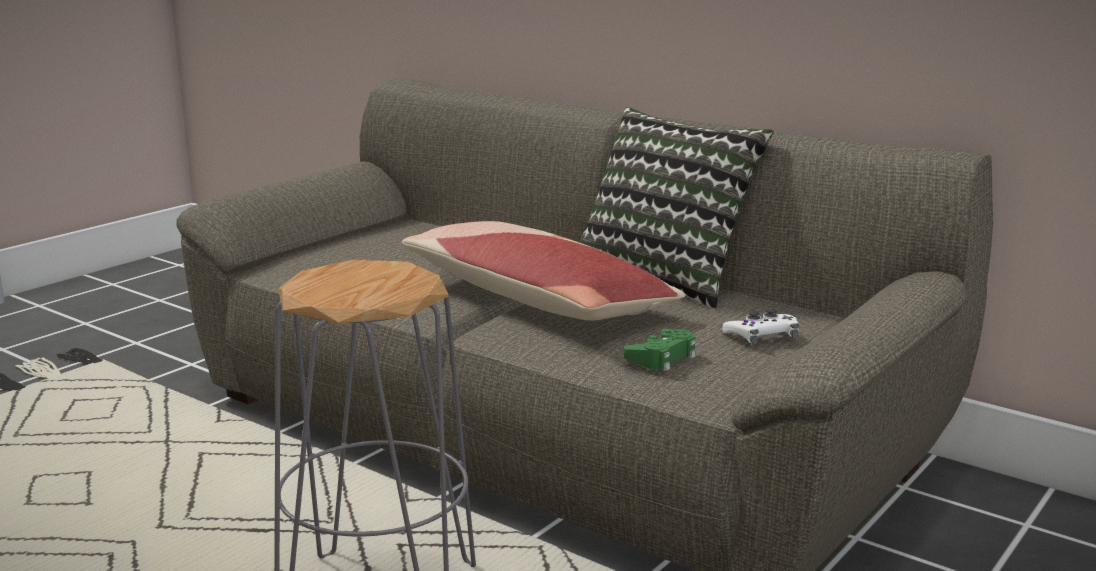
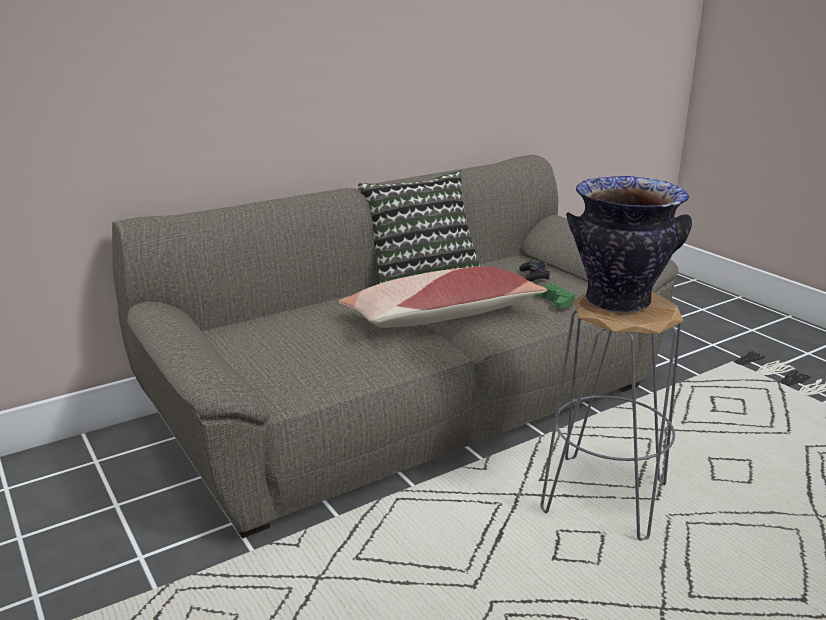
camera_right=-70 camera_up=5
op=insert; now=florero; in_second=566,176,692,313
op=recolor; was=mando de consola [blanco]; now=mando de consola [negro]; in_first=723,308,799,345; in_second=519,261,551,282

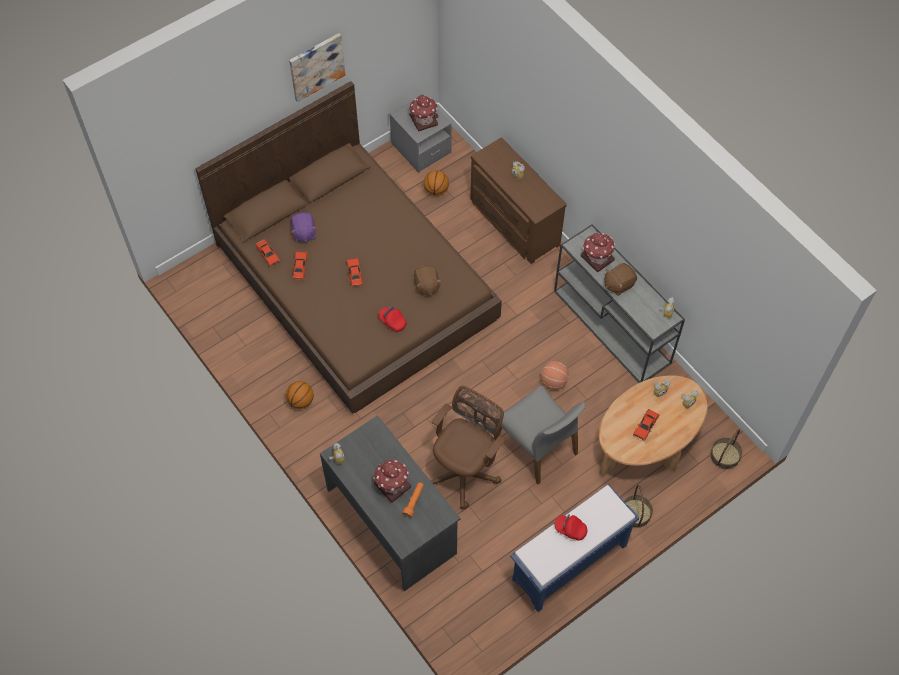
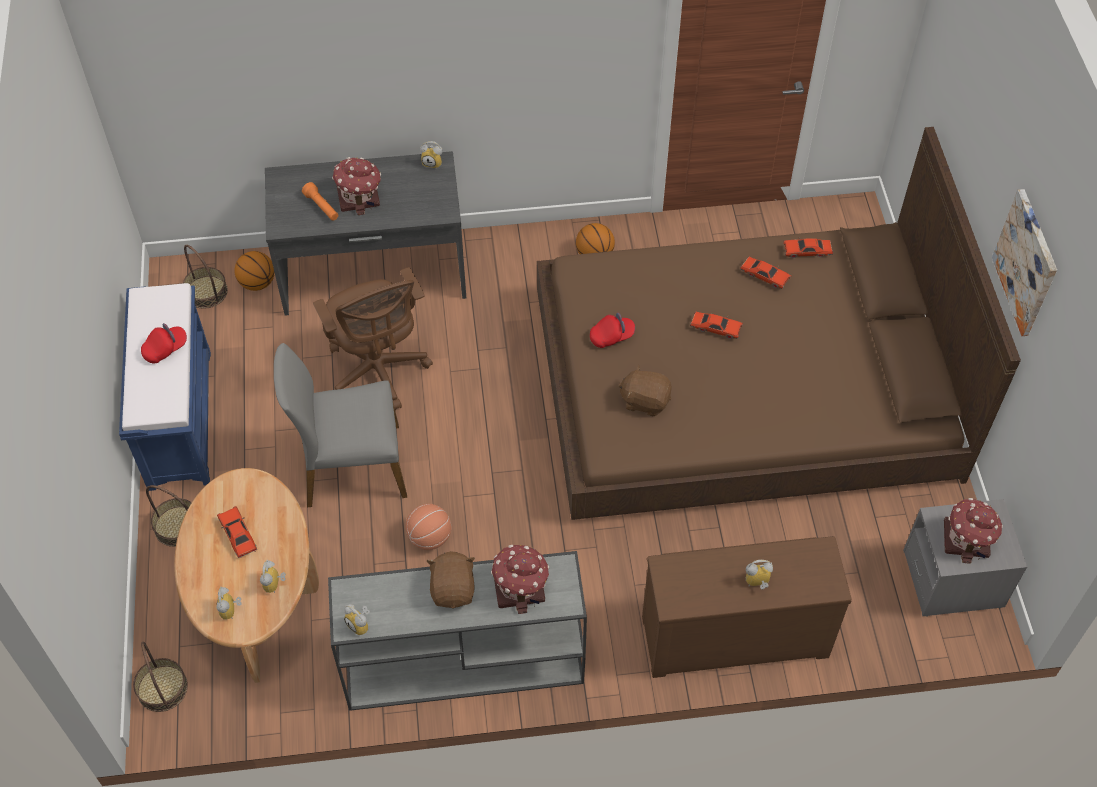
camera_right=120 camera_up=-5
op=delete; was=peluche [morado]; in_first=291,212,316,242
op=insert; now=cesta; in_second=183,245,228,309
op=move; was=balón de baloncesto; in_first=424,170,449,196; in_second=234,251,275,291

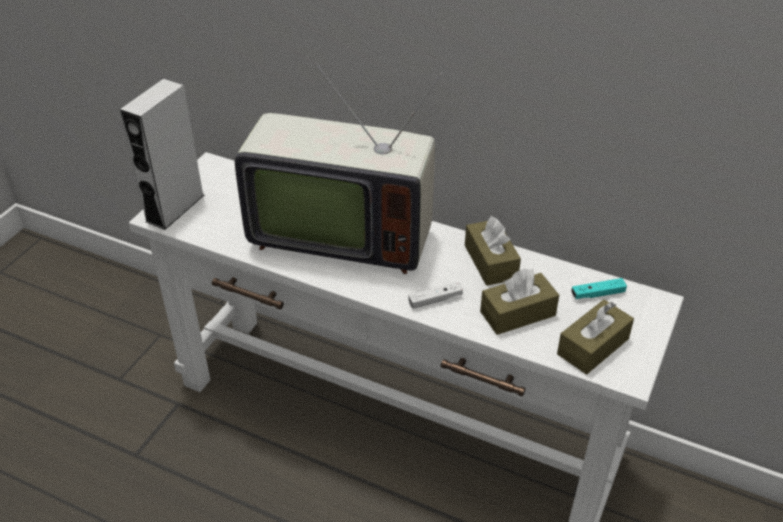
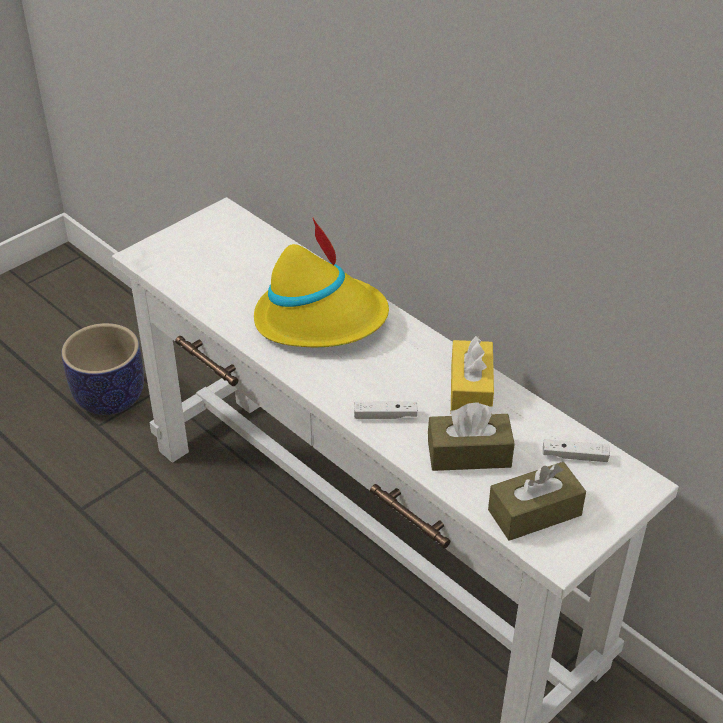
camera_right=20 camera_up=0
op=delete; was=altavoz [gris]; in_first=120,79,204,230
op=insert; now=maceta; in_second=61,323,144,415
op=replace; was=televisor; now=sombrero [amarillo]; in_first=235,63,442,274; in_second=254,217,389,347
op=recolor; was=caja de pañuelos [marrón]; now=caja de pañuelos [amarillo]; in_first=465,216,521,286; in_second=451,336,494,411
op=recolor; was=mando de consola [turquesa]; now=mando de consola [blanco]; in_first=571,278,627,299; in_second=543,439,610,462

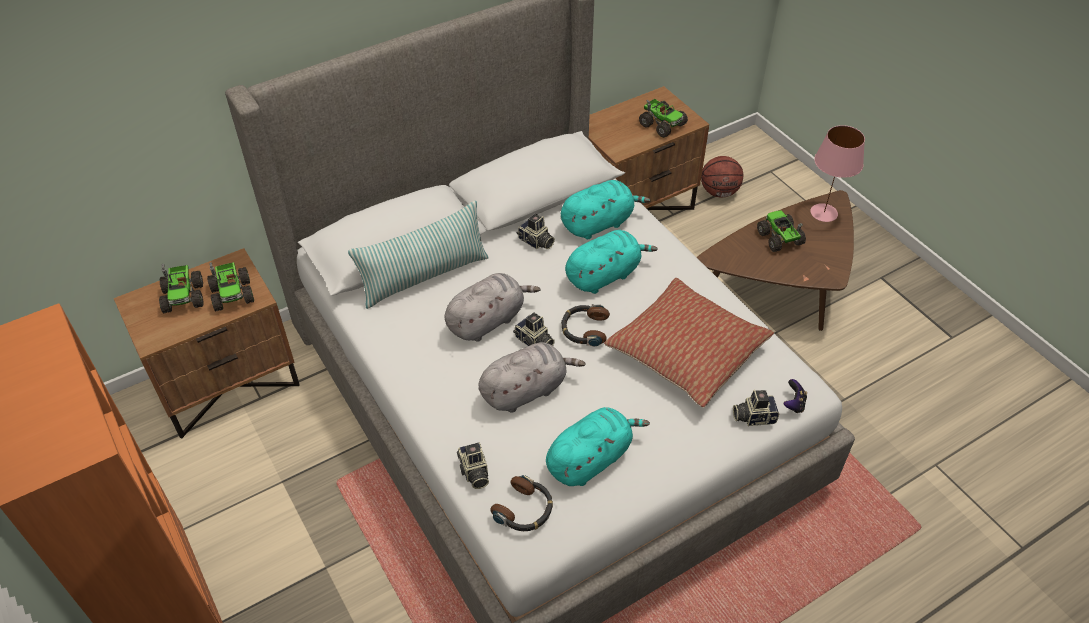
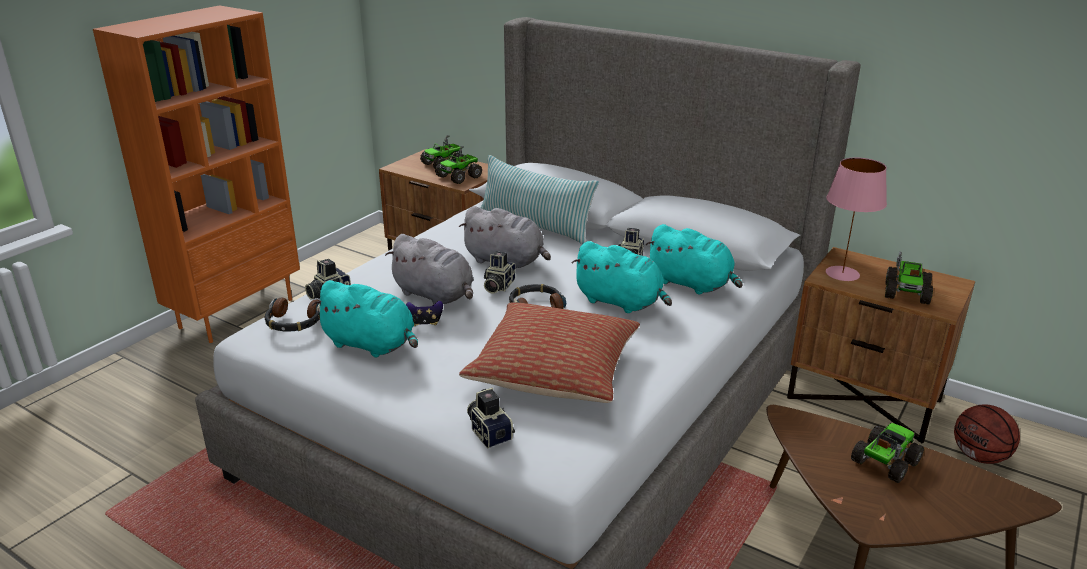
camera_right=65 camera_up=-20
op=move; was=mando de consola; in_first=784,379,807,413; in_second=406,300,443,326
op=move; was=lámpara de mesa [rosa]; in_first=810,125,865,222; in_second=826,158,887,281

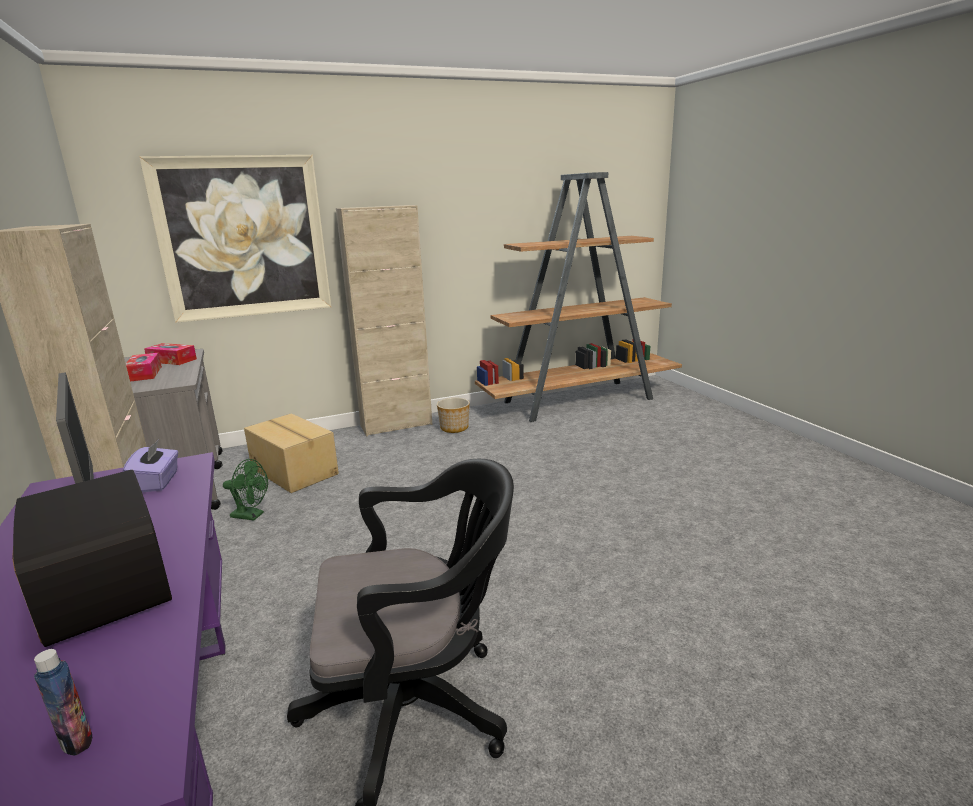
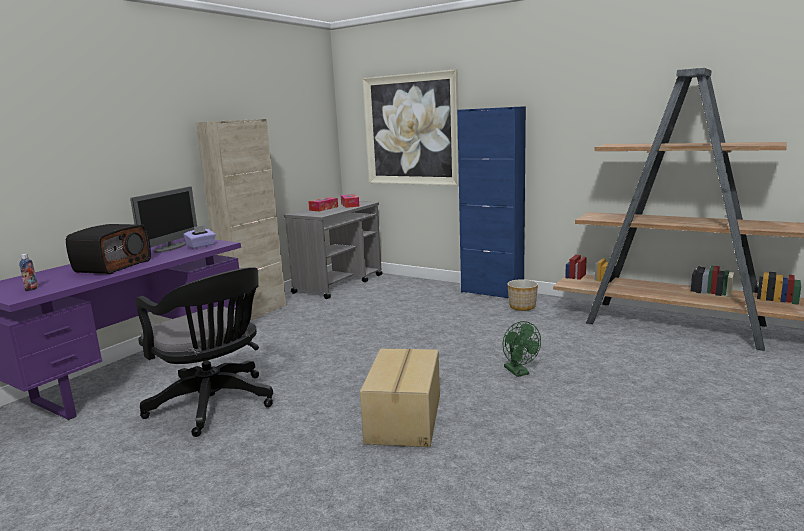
camera_right=55 camera_up=-5
op=move; was=ventilador [verde]; in_first=223,459,268,521; in_second=503,321,541,377
op=move; was=caja de cartón; in_first=244,413,339,493; in_second=360,348,440,447
op=recolor; was=armario [beis]; now=armario [azul]; in_first=336,205,432,436; in_second=457,106,526,298

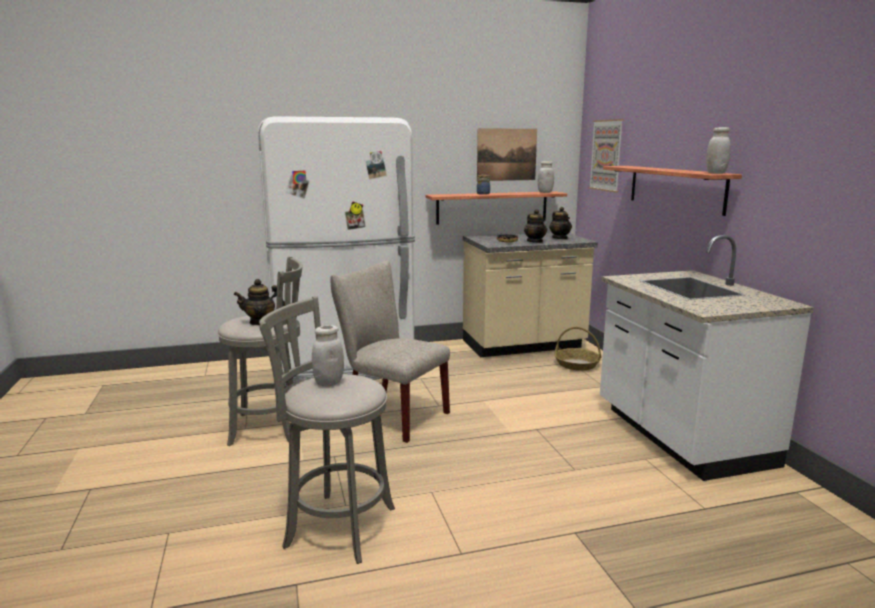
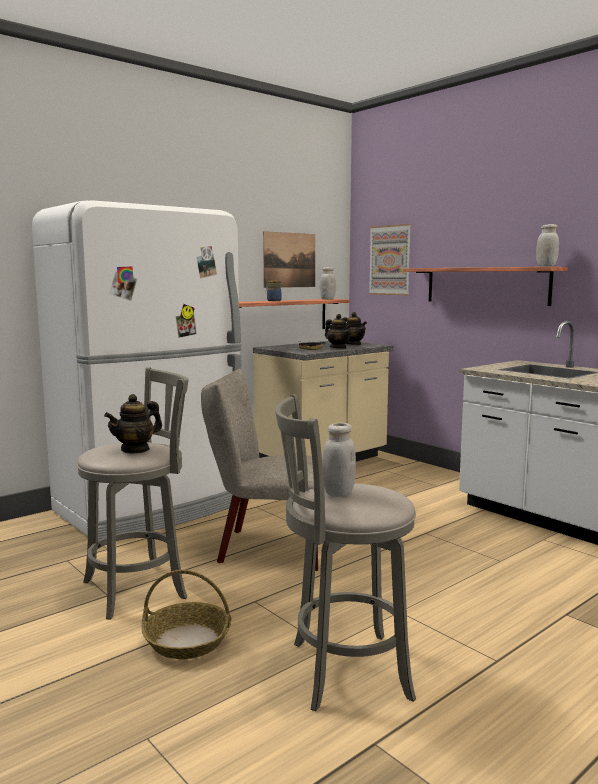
camera_right=-25 camera_up=-5
op=move; was=cesta; in_first=554,327,601,371; in_second=142,570,231,659

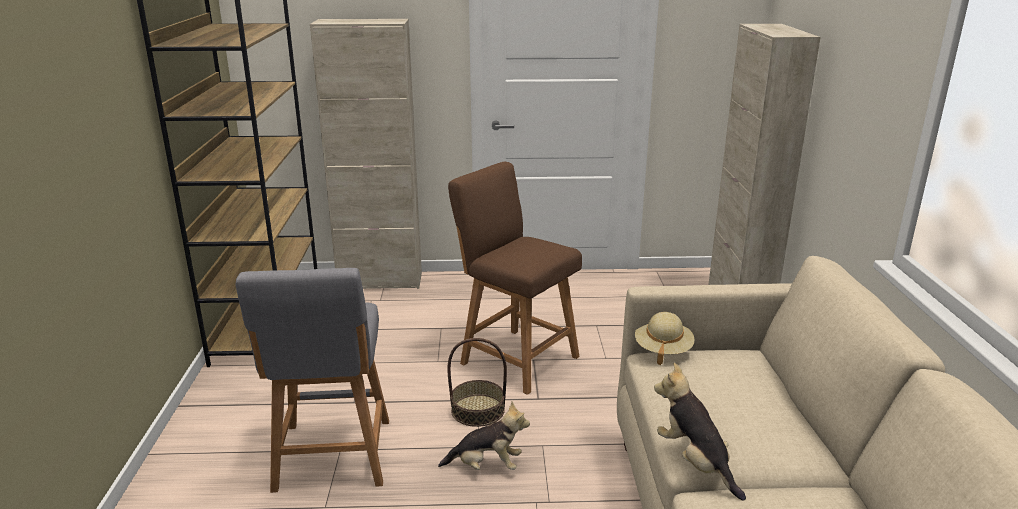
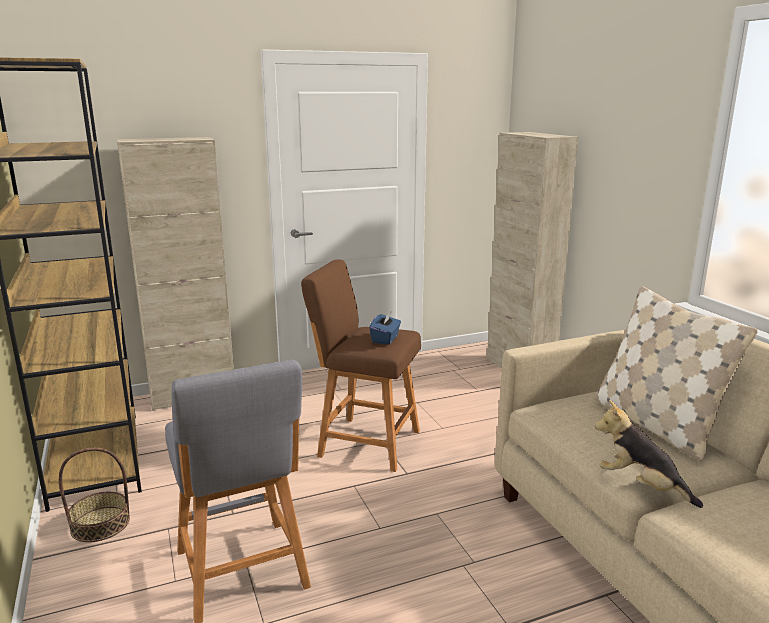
camera_right=-20 camera_up=-5
op=delete; was=peluche; in_first=438,402,530,470
op=delete; was=sombrero [beis]; in_first=635,312,695,365
op=insert; now=caja de pañuelos [azul]; in_second=369,311,401,345
op=insert; now=cojín [beis]; in_second=595,286,758,461
op=move; was=cesta; in_first=448,338,507,427; in_second=59,448,130,542

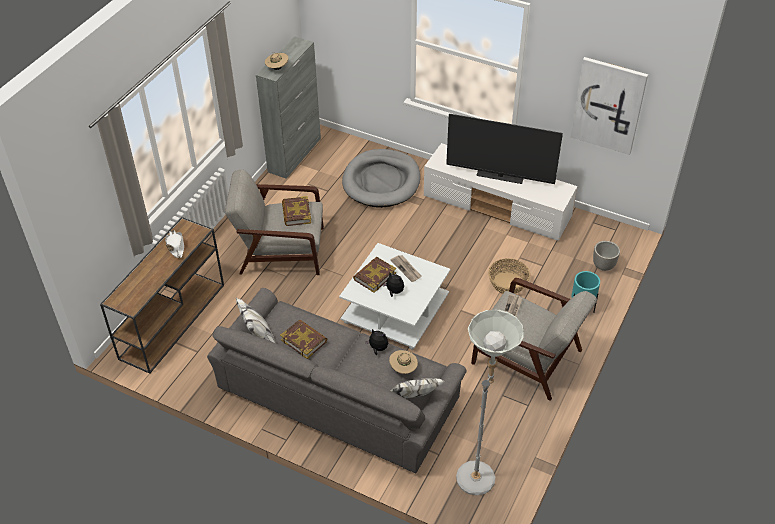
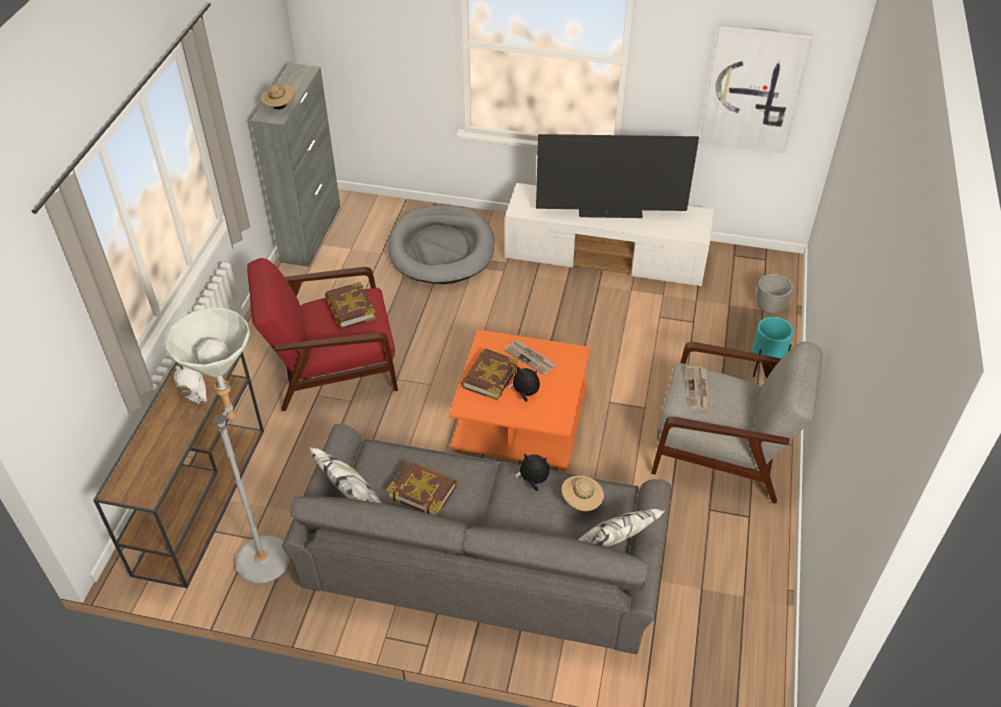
camera_right=-15 camera_up=0
op=delete; was=cesta; in_first=488,258,530,294
op=move; was=lámpara de pie [gris]; in_first=456,310,524,495; in_second=165,308,290,584
op=recolor; was=sillón [gris]; now=sillón [rojo]; in_first=225,170,324,275; in_second=247,258,398,411
op=recolor; was=mesa de centro [blanco]; now=mesa de centro [naranja]; in_first=339,243,450,350; in_second=449,329,590,471

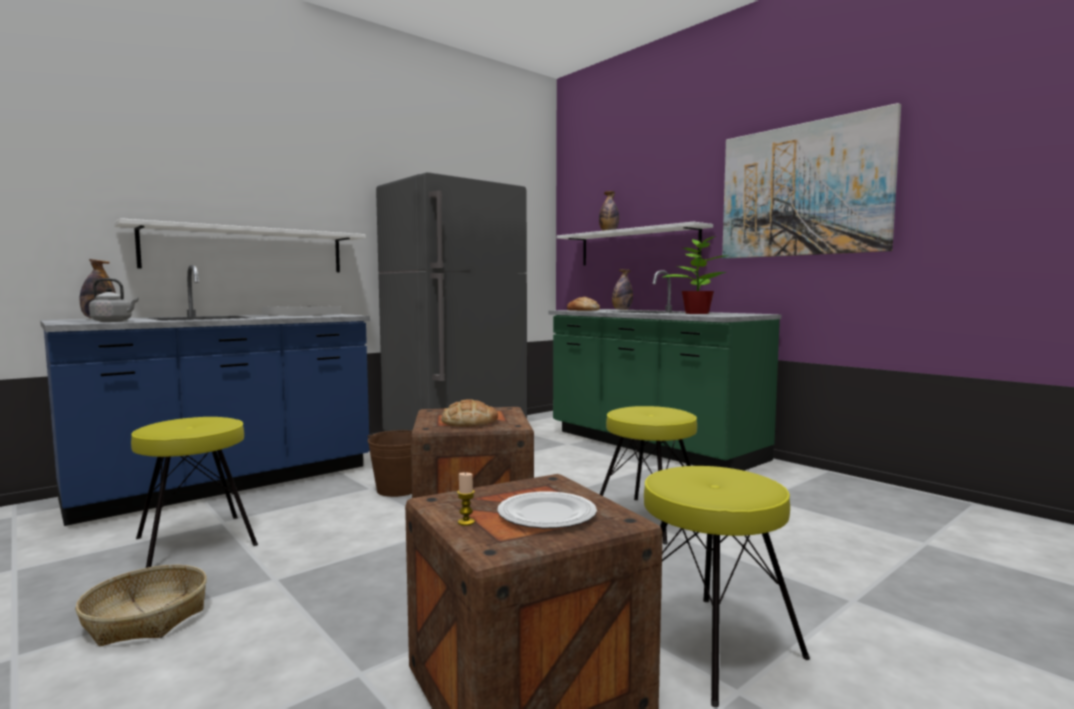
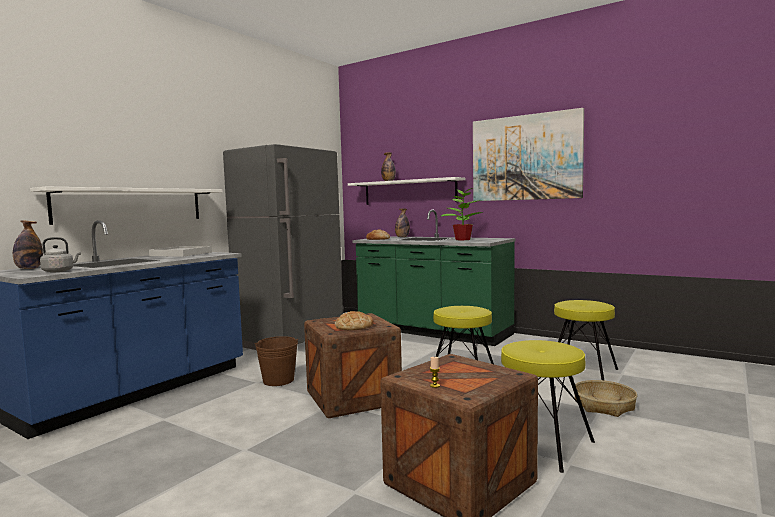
camera_right=-15 camera_up=0
op=delete; was=plato; in_first=497,491,597,528
op=move; was=cesta; in_first=75,565,207,647; in_second=574,380,637,417
op=move; was=taburete [amarillo]; in_first=131,417,258,568; in_second=554,300,618,381

